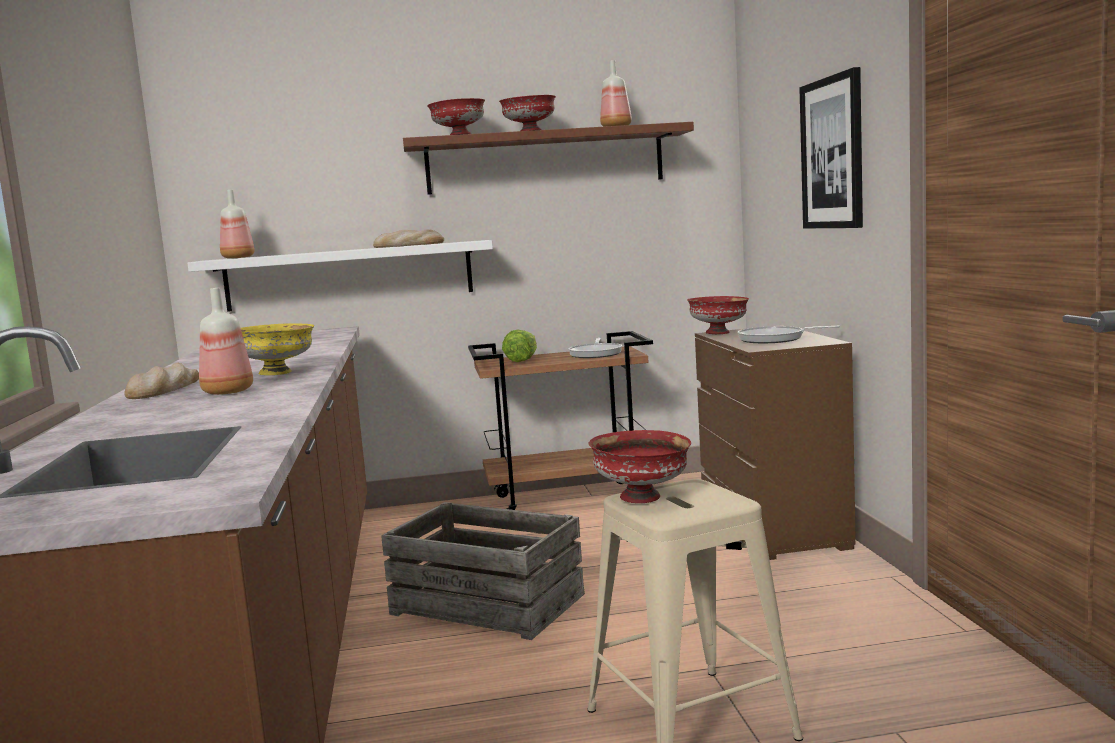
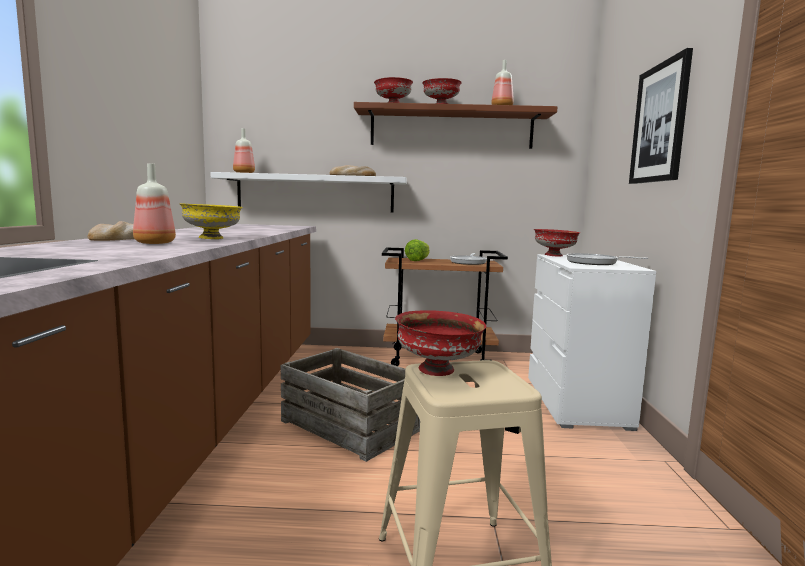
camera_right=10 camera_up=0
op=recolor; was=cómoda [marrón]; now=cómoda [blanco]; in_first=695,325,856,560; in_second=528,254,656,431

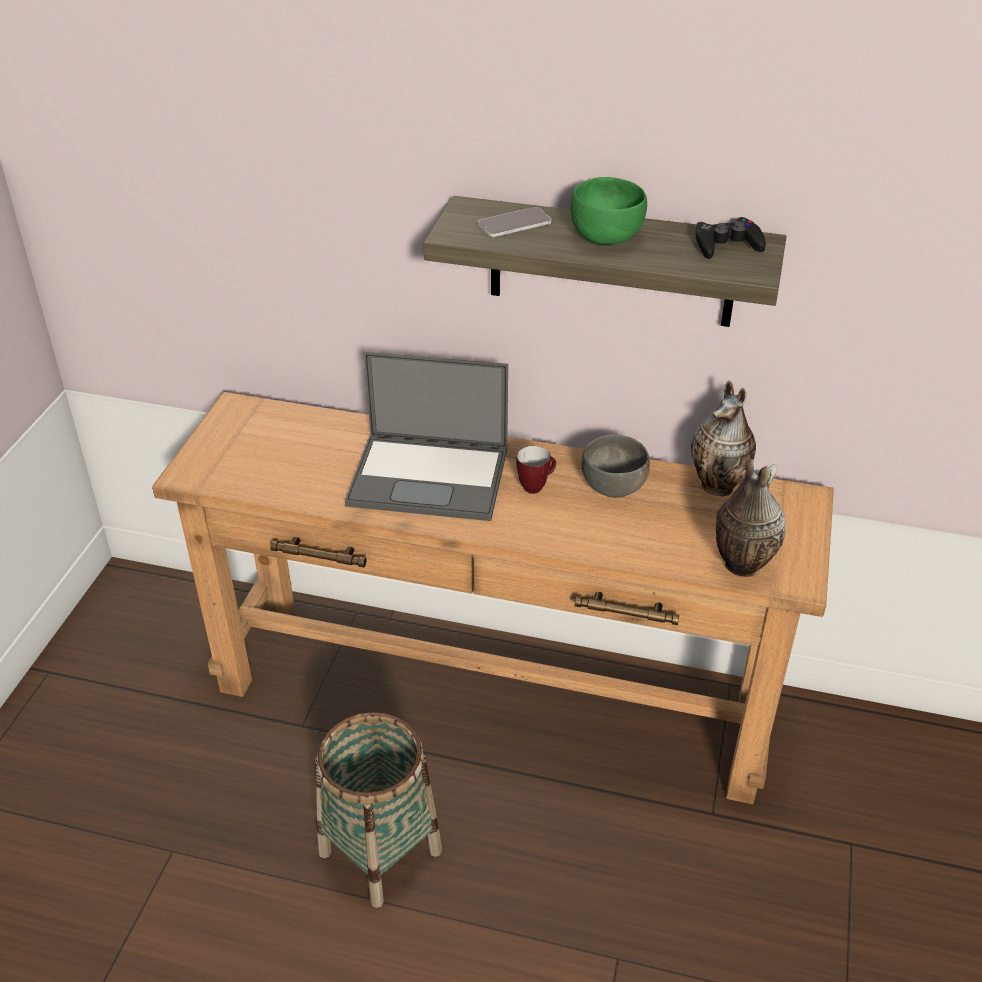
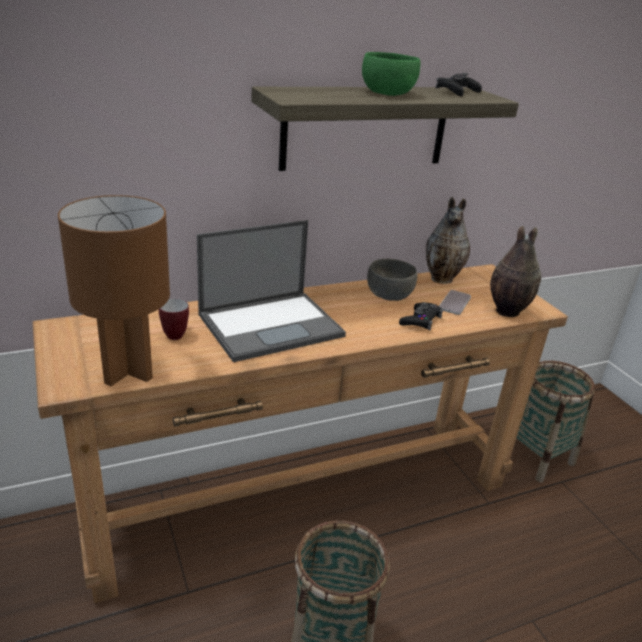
camera_right=-40 camera_up=-10
op=insert; now=lámpara de mesa [marrón]; in_second=58,195,170,386
op=insert; now=mando de consola [negro]; in_second=399,302,443,331
op=insert; now=cesta; in_second=516,361,595,482
op=move; was=móvil; in_first=478,207,551,237; in_second=439,290,471,315
op=move; was=taza grande; in_first=516,446,556,494; in_second=159,298,189,340

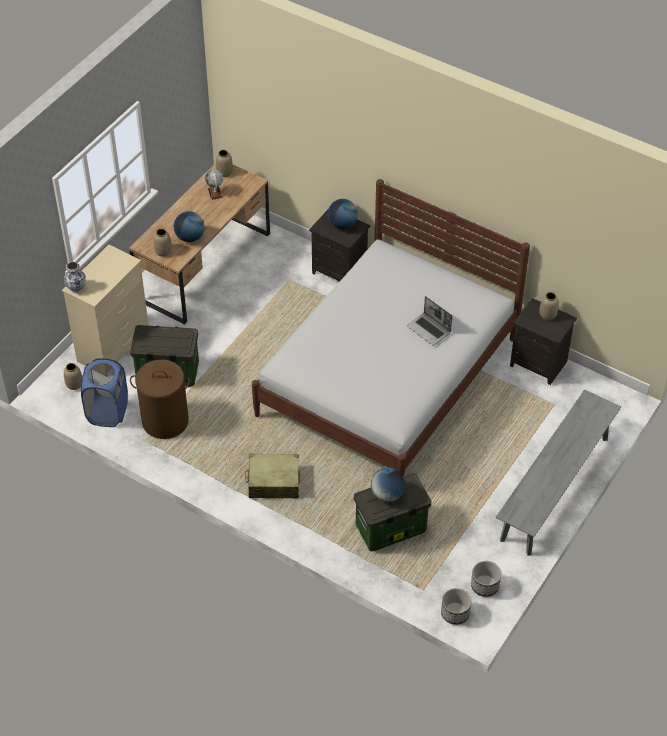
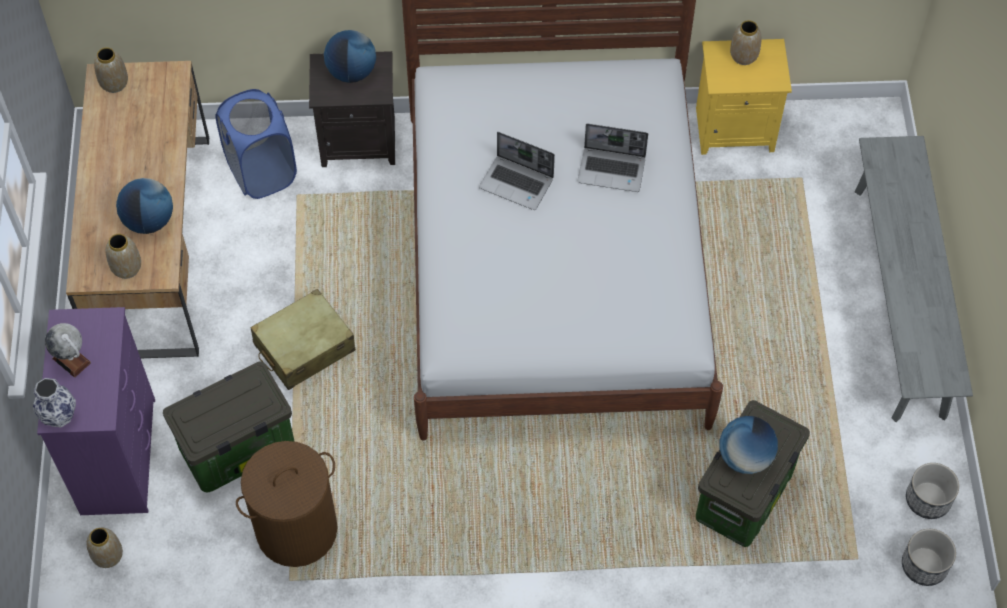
camera_right=-35 camera_up=10
op=insert; now=portátil; in_second=479,132,555,210
op=move; was=cesto de la ropa [azul]; in_first=81,358,128,427; in_second=215,89,297,199
op=move; was=globo terráqueo; in_first=205,169,223,200; in_second=45,323,91,378
op=move; was=maleta [beis]; in_first=245,453,300,498; in_second=250,289,356,390
op=recolor; was=cómoda [beis]; now=cómoda [morado]; in_first=62,245,149,366; in_second=37,307,155,515
op=recolor; was=mesita de noche [negro]; now=mesita de noche [amarillo]; in_first=510,298,577,385; in_second=696,39,792,155

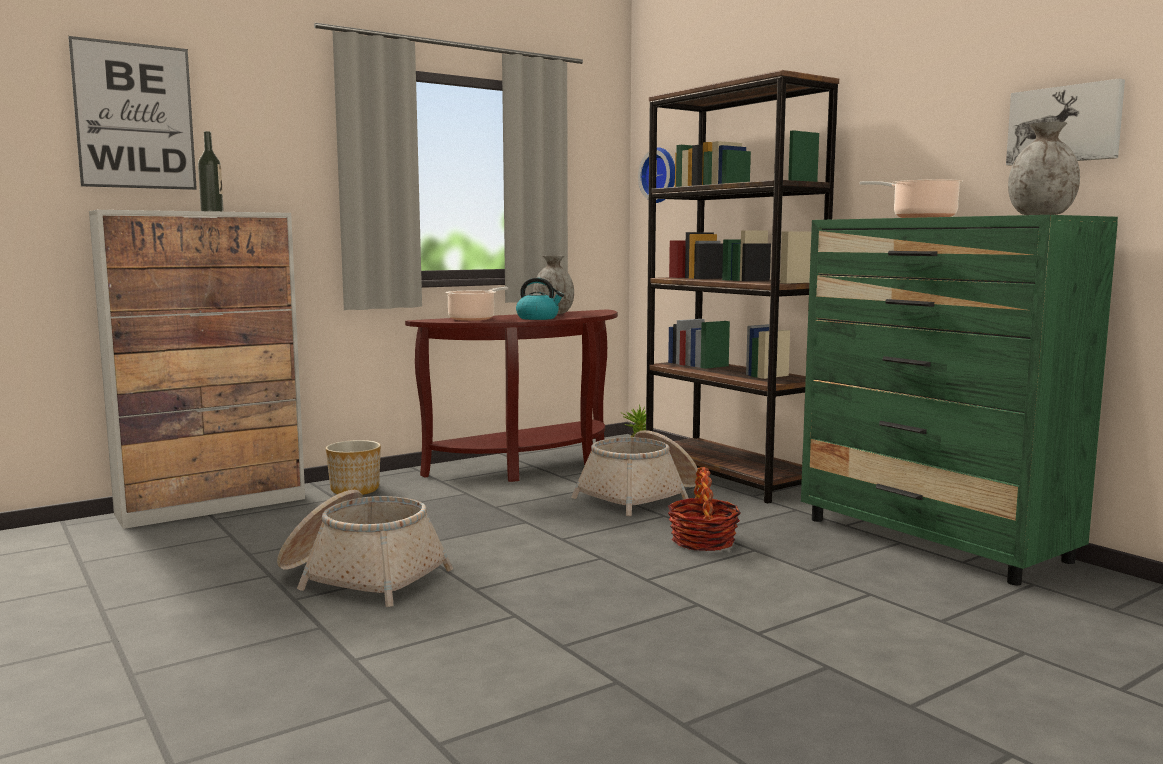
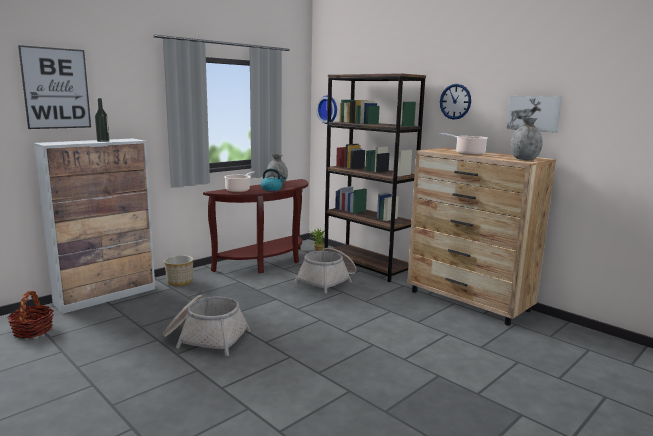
camera_right=-10 camera_up=5
op=insert; now=reloj de pared; in_second=440,84,471,120
op=move; was=cesta; in_first=668,467,741,551; in_second=7,291,54,338
op=recolor; was=cómoda [verde]; now=cómoda [marrón]; in_first=801,215,1118,585; in_second=407,148,556,326

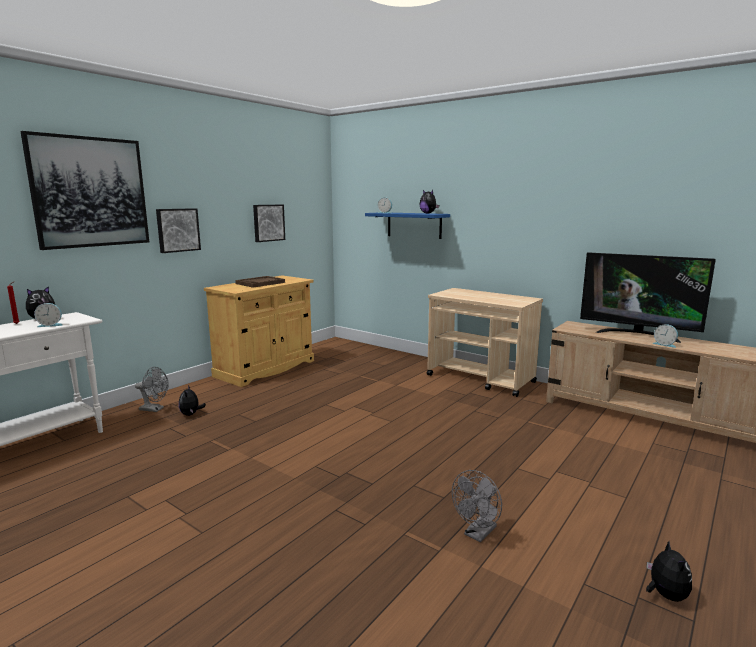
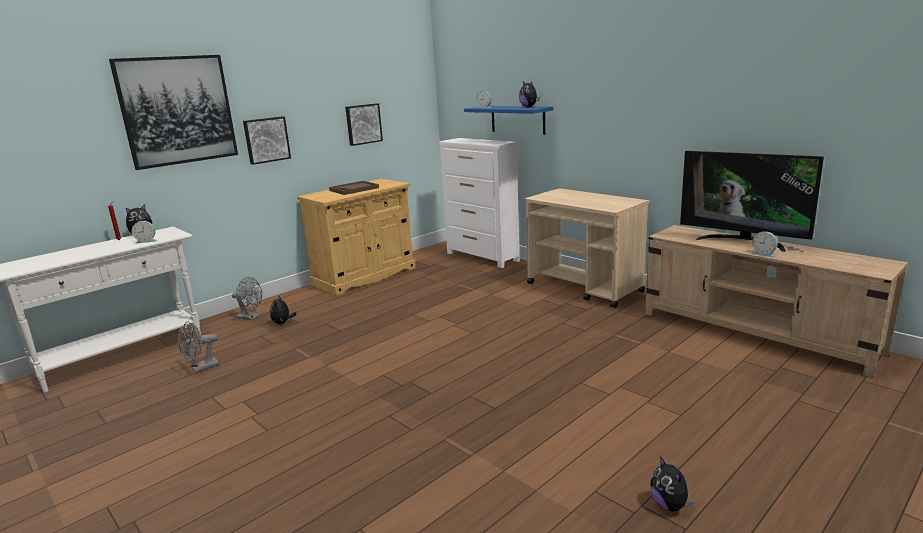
camera_right=10 camera_up=5
op=insert; now=cómoda [blanco]; in_second=439,138,520,268
op=move; was=ventilador [gris]; in_first=452,470,502,542; in_second=178,321,219,373
op=rotate; was=peluche; in_first=646,541,692,602; in_second=650,456,694,511; clockwise=150

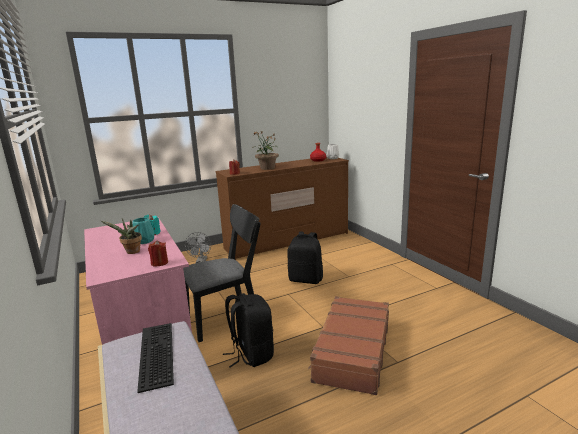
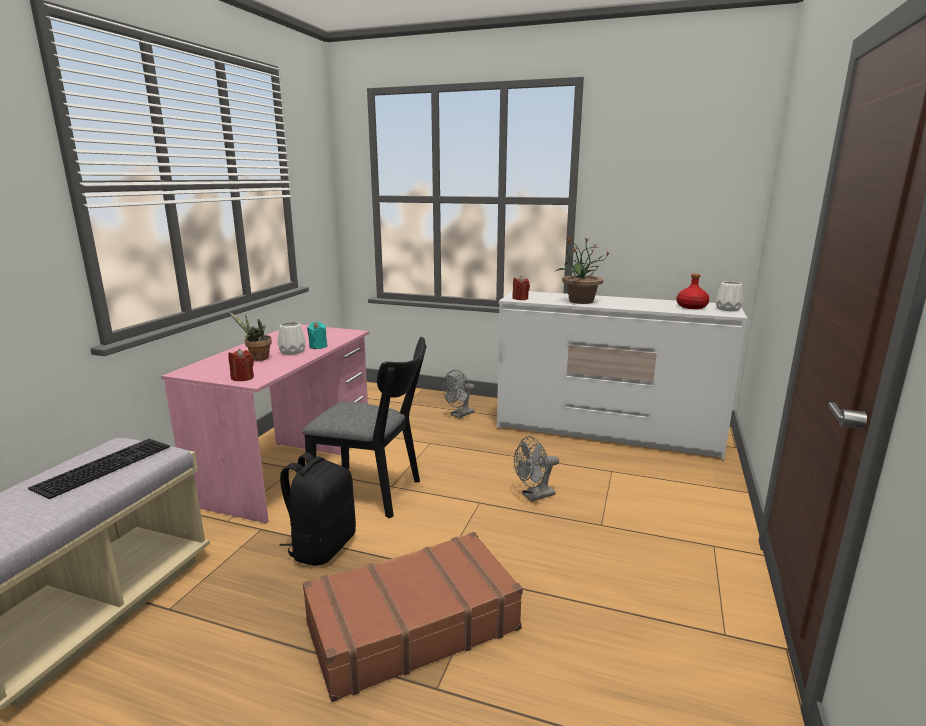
camera_right=45 camera_up=0
op=replace; was=mochila [negro]; now=ventilador [gris]; in_first=287,232,323,284; in_second=514,436,559,502
op=recolor; was=florero [turquesa]; now=florero [blanco]; in_first=132,218,154,244; in_second=278,322,305,355
op=recolor; was=cómoda [marrón]; now=cómoda [blanco]; in_first=216,156,349,260; in_second=497,291,747,460

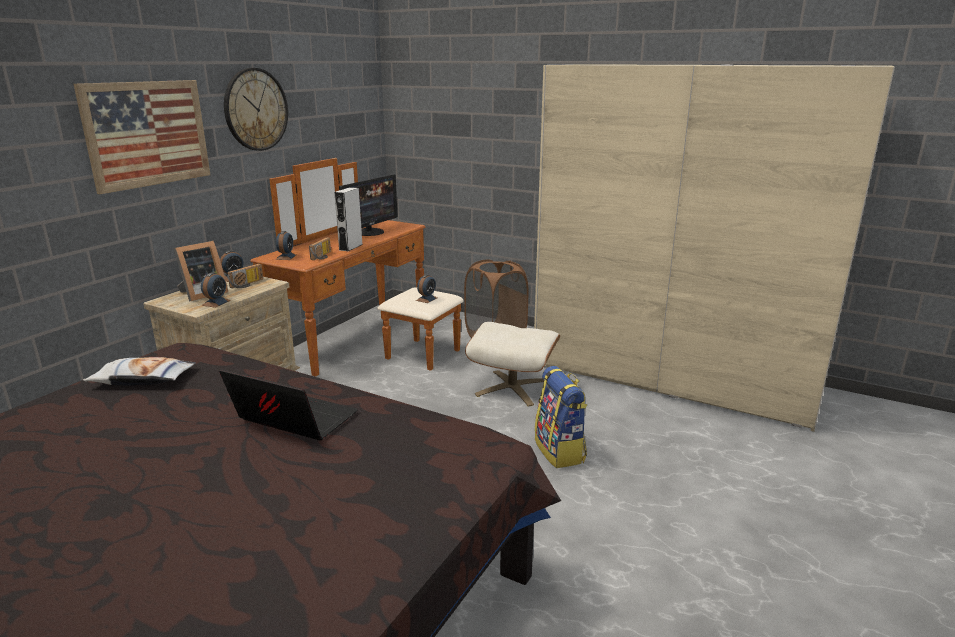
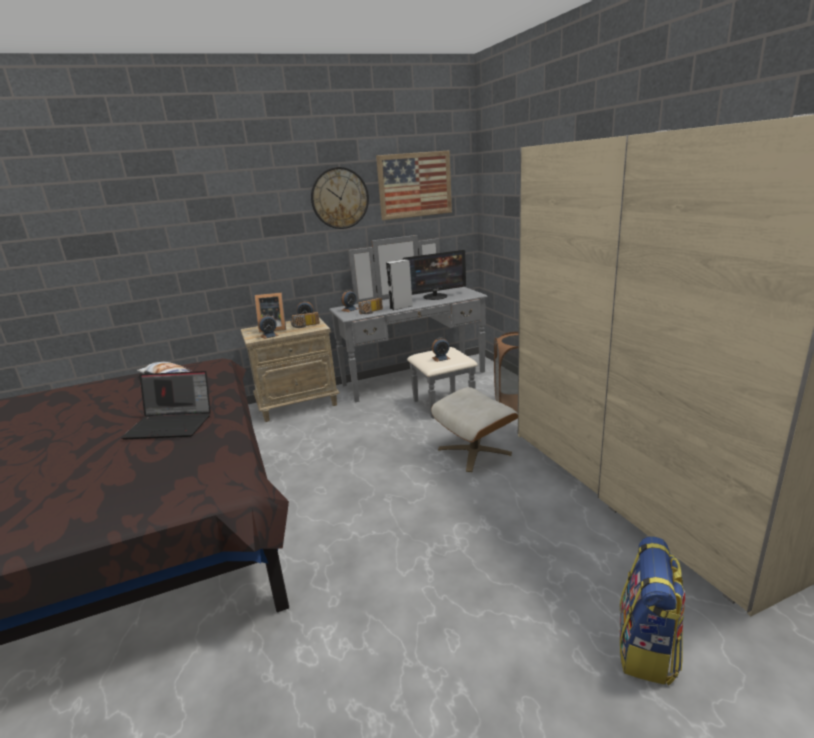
camera_right=40 camera_up=0
op=move; was=cuadro; in_first=73,80,210,194; in_second=376,150,452,220
op=move; was=mochila; in_first=535,366,587,468; in_second=620,536,685,686
op=recolor; was=cómoda [marrón]; now=cómoda [gris]; in_first=250,158,464,377; in_second=329,235,487,419
op=rotate; was=portátil; in_first=219,369,358,440; in_second=121,371,211,439; clockwise=120

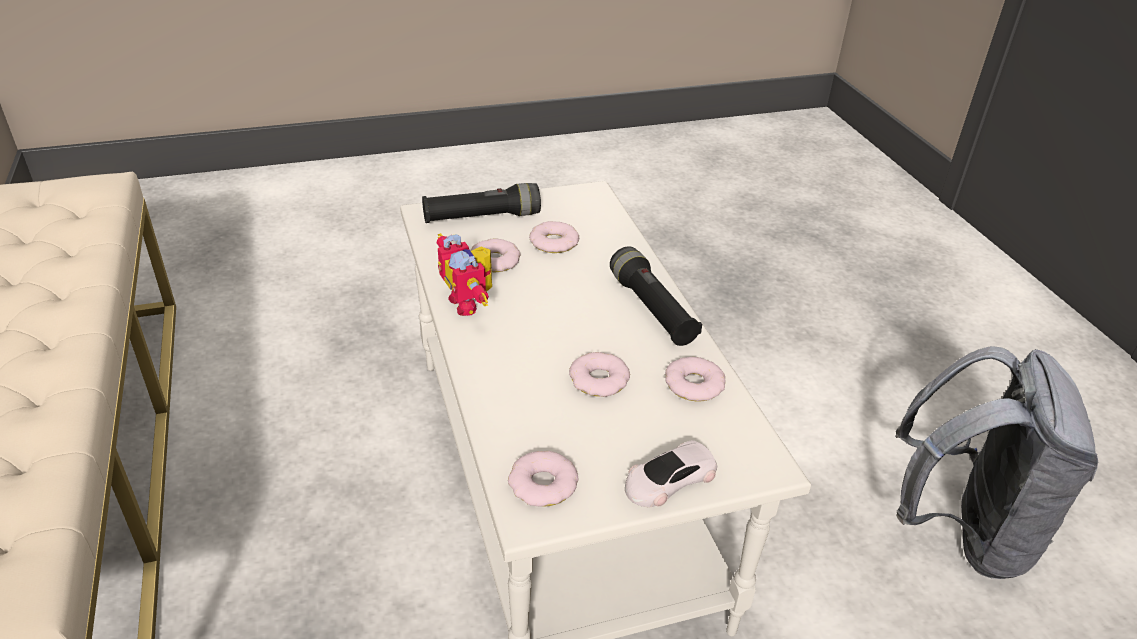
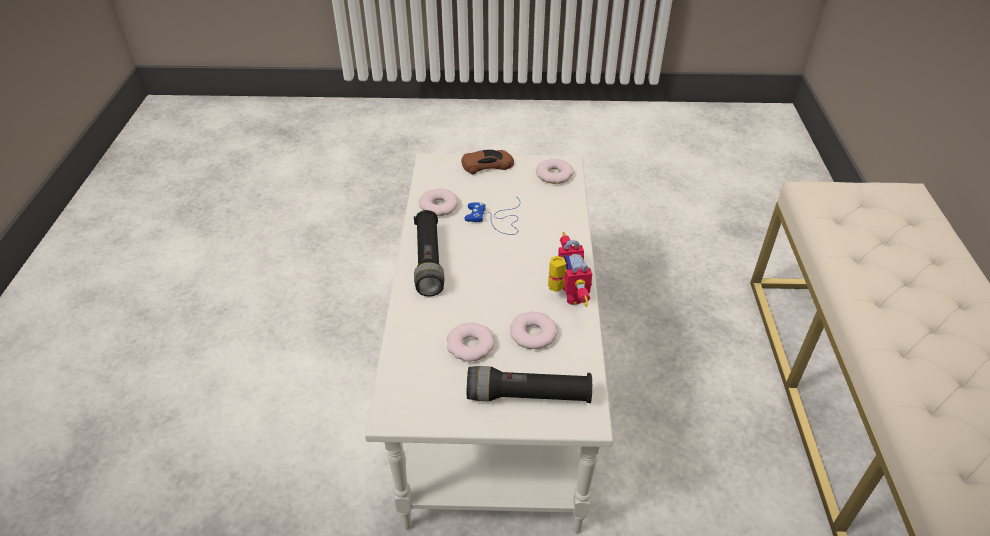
camera_right=-160 camera_up=5
op=delete; was=mochila [gris]; in_first=895,346,1098,579
op=replace; was=rosquilla; now=mando de consola [azul]; in_first=569,352,630,397; in_second=464,197,520,235
op=recolor; was=coche de juguete [blanco]; now=coche de juguete [marrón]; in_first=625,440,717,508; in_second=461,149,514,174

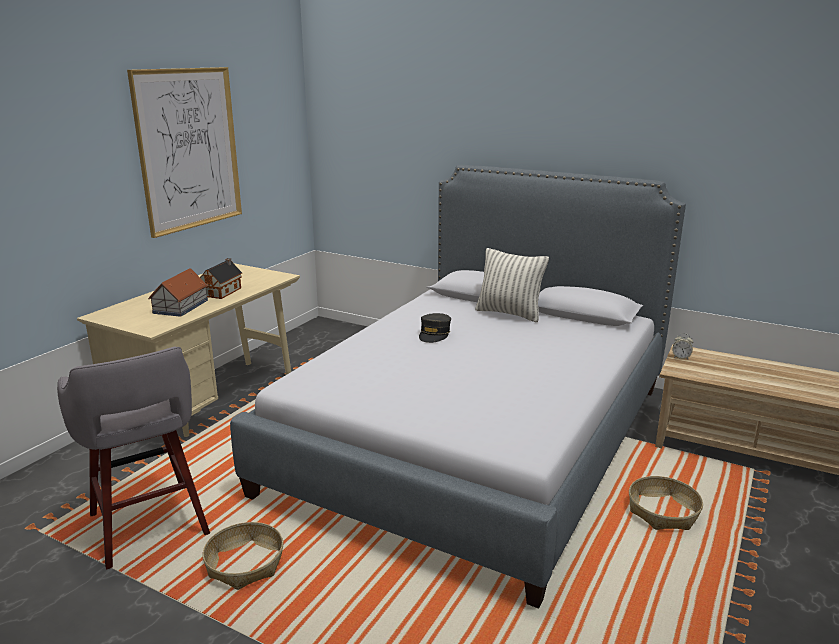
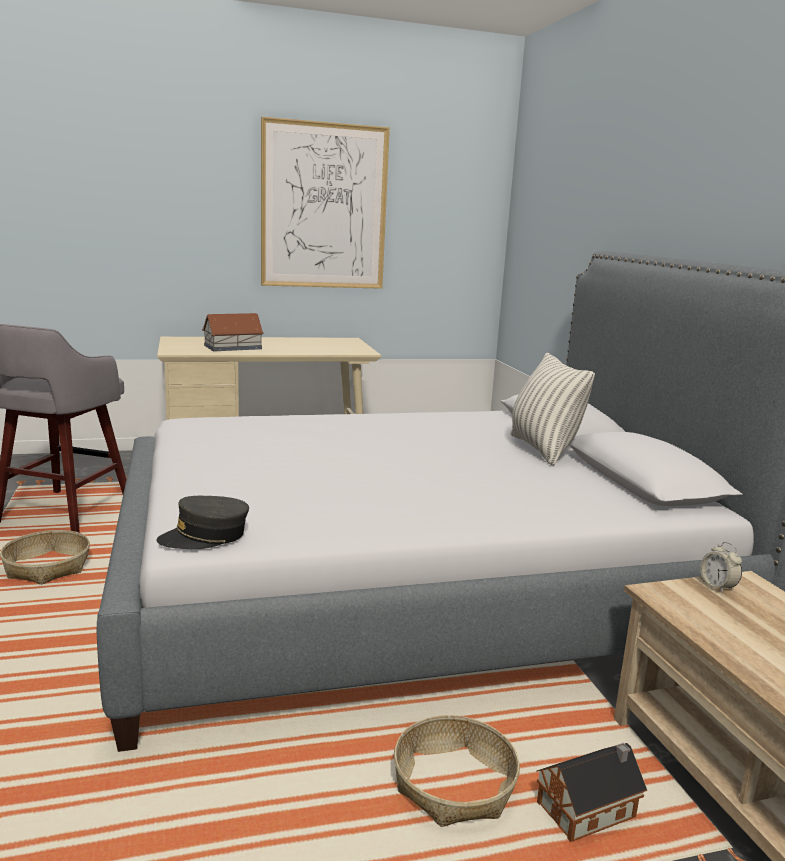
camera_right=45 camera_up=-5
op=move; was=casita; in_first=200,258,242,299; in_second=536,743,647,842
op=move; was=gorra [gris]; in_first=419,313,451,343; in_second=157,496,249,549

